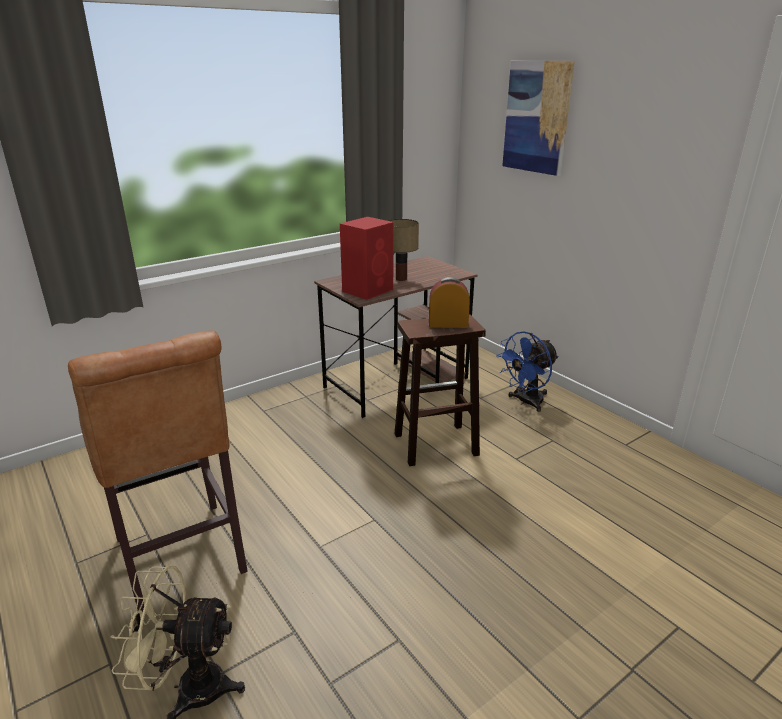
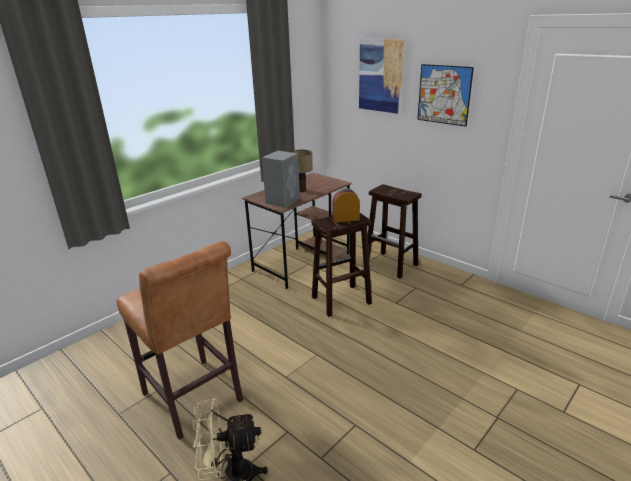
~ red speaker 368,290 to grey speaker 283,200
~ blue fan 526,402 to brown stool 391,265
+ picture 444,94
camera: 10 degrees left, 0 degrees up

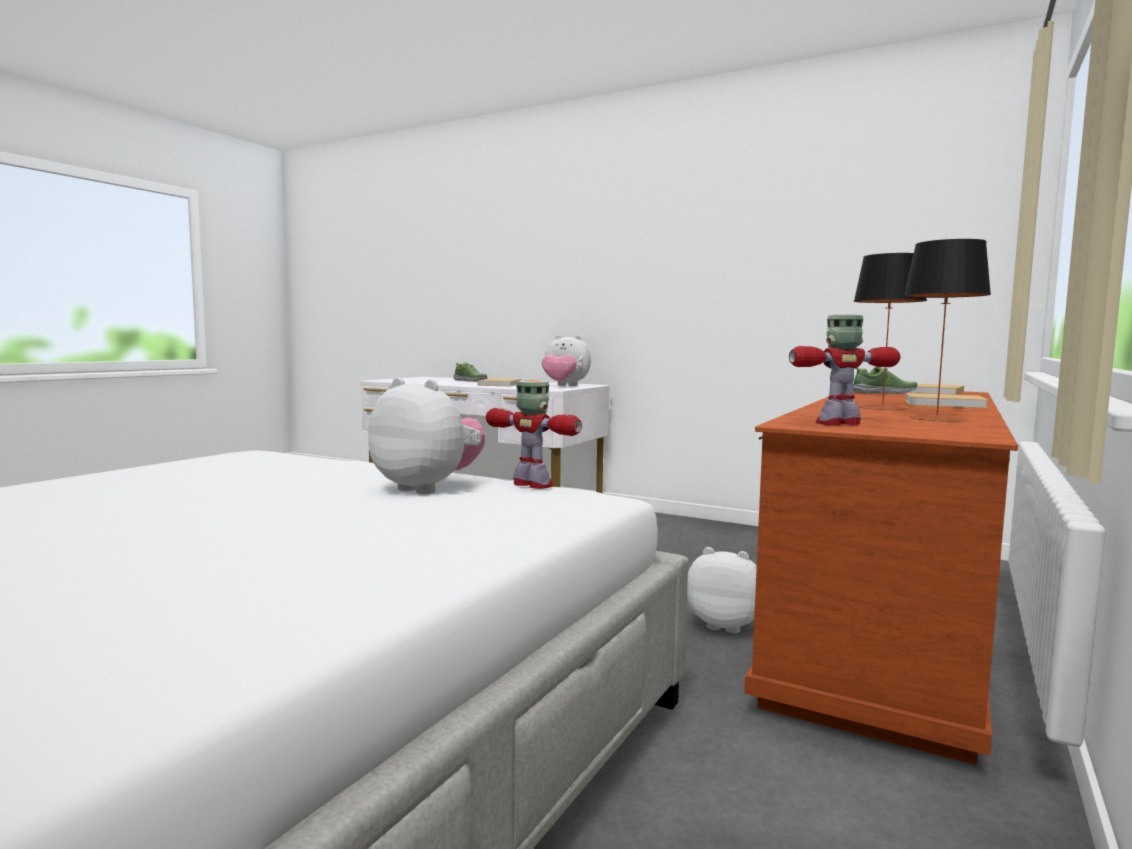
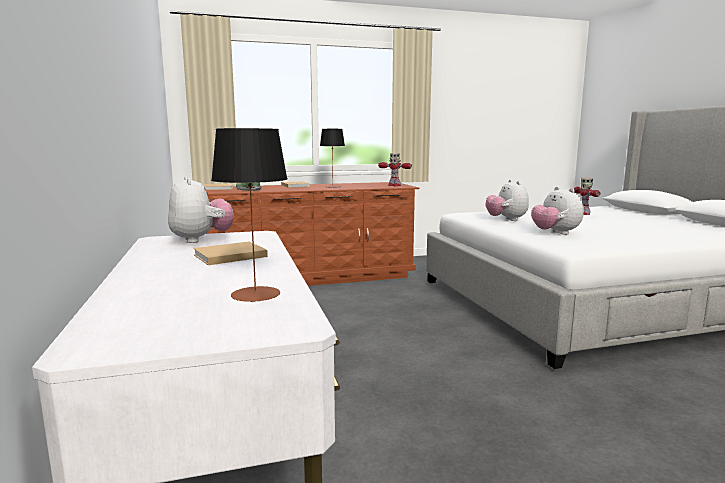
- shoe 470,381
~ toy robot 533,485 to 583,213
~ plush toy 725,625 to 555,233
~ table lamp 936,419 to 255,294
camera: 135 degrees left, 5 degrees up

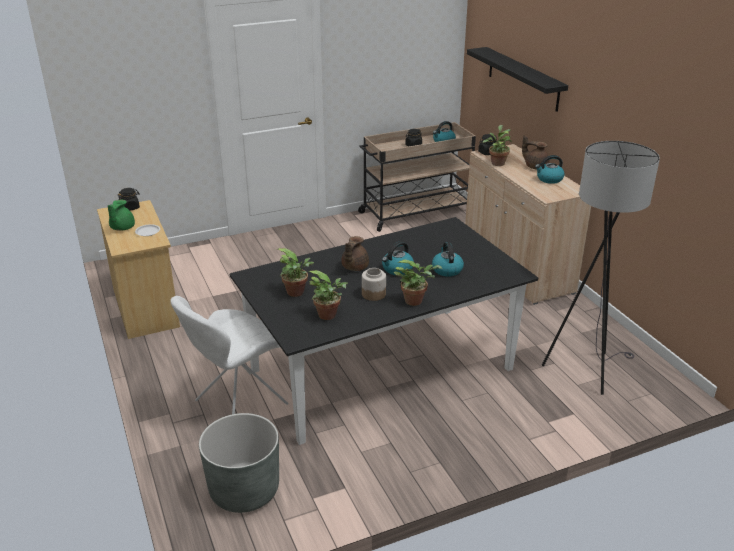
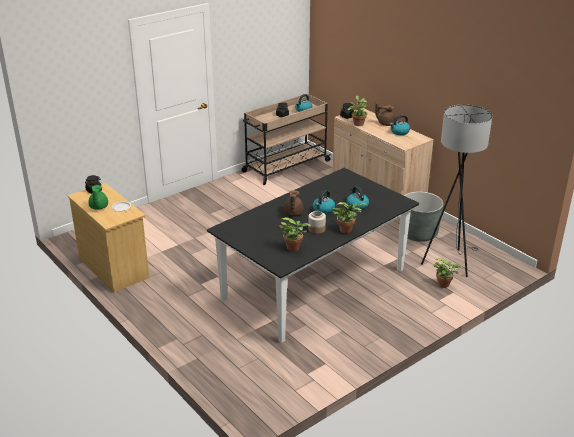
- white chair 238,404
~ grey planter 244,490 to 418,233
~ potted plant 297,293 to 445,285
- black shelf 523,78
camera: 15 degrees left, 0 degrees up

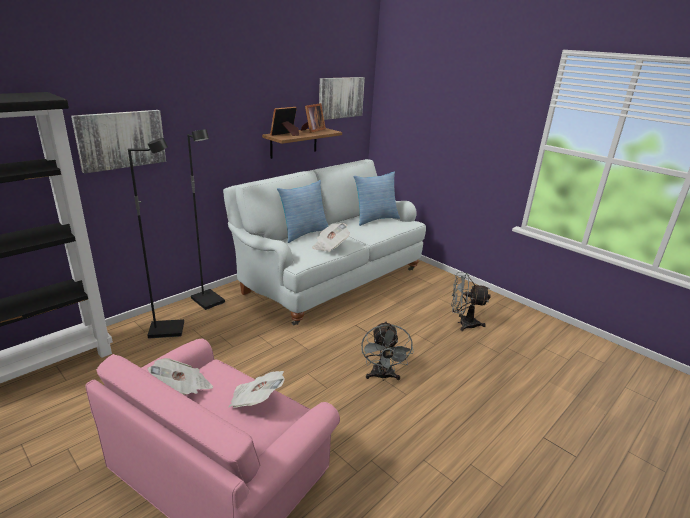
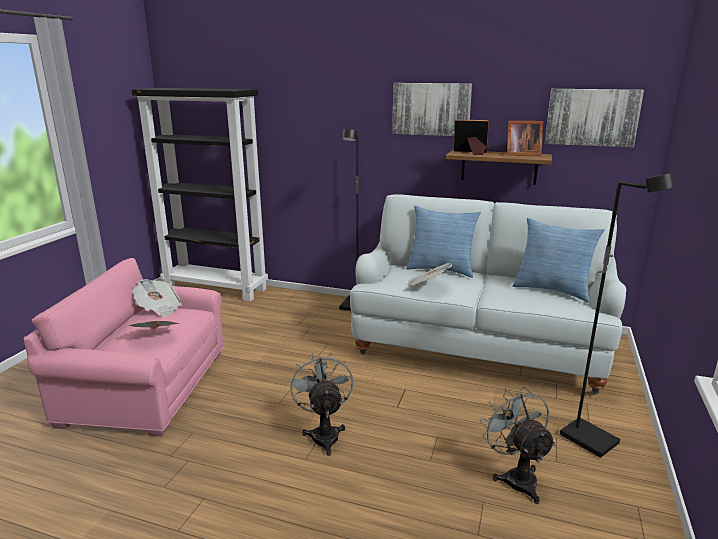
~ picture 121,140 to 431,109
~ black floor lamp 167,330 to 590,439
~ grey fan 382,376 = 324,433 105 degrees clockwise
camera: 65 degrees right, 5 degrees down

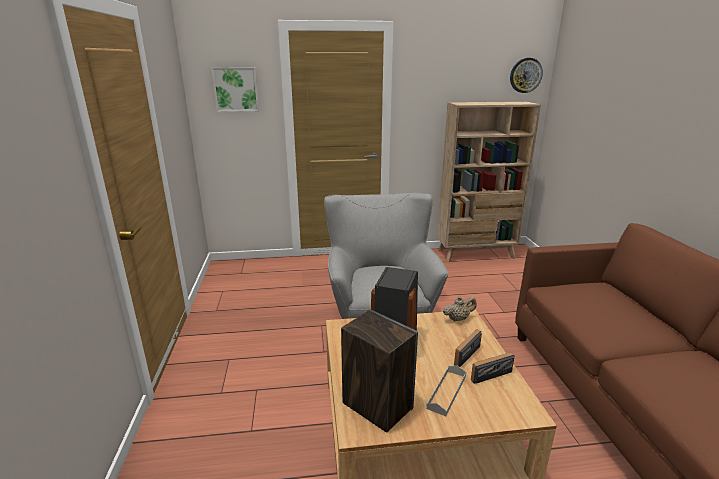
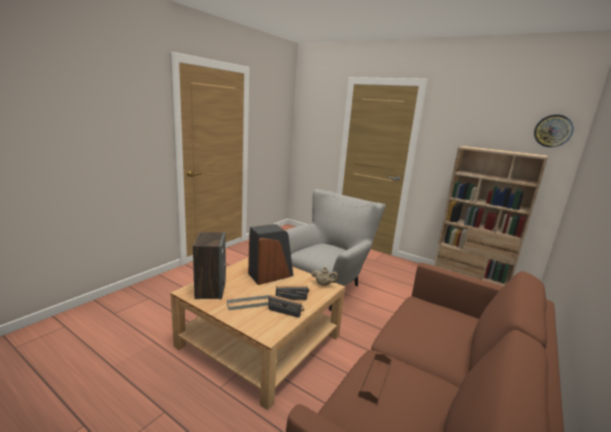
- picture 236,89
+ brown tray 375,379
camera: 40 degrees right, 5 degrees down

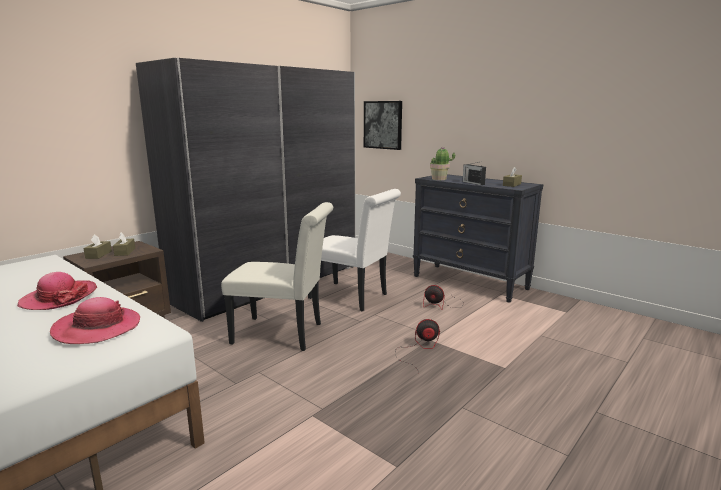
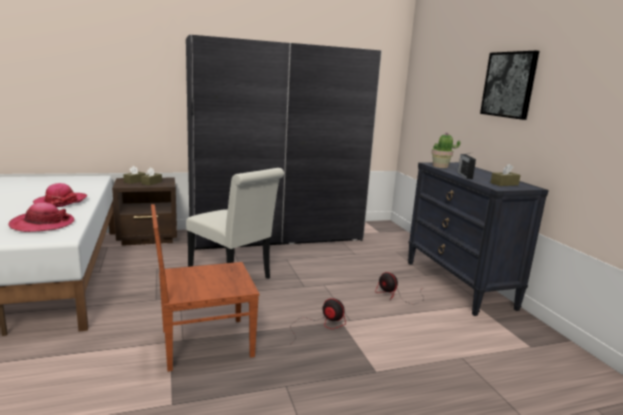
- white chair 353,297
~ picture 383,125 to 509,84
+ brown chair 204,343
camera: 30 degrees right, 0 degrees up

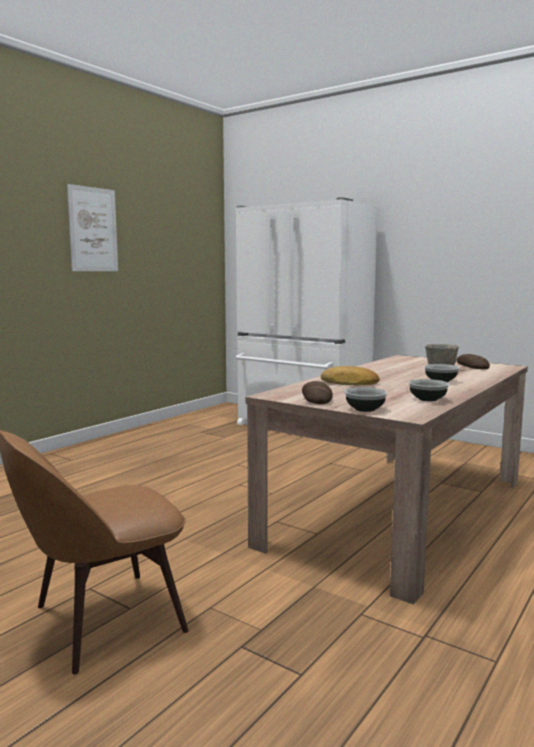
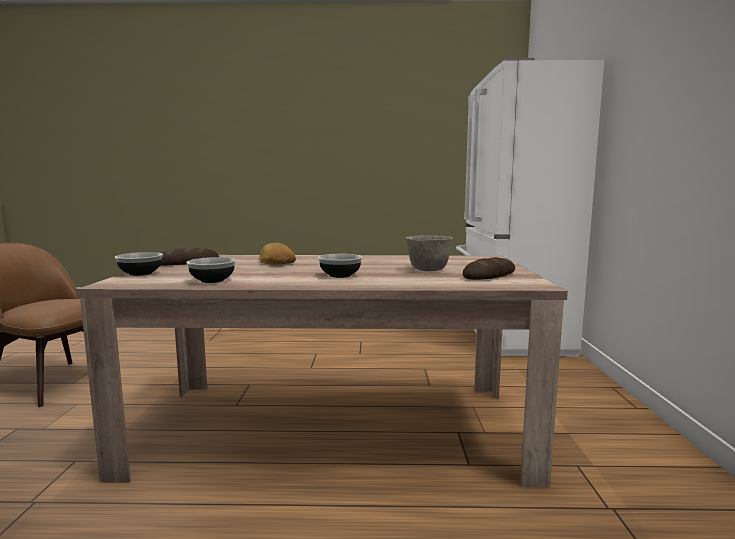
- picture 93,229
camera: 55 degrees right, 0 degrees up

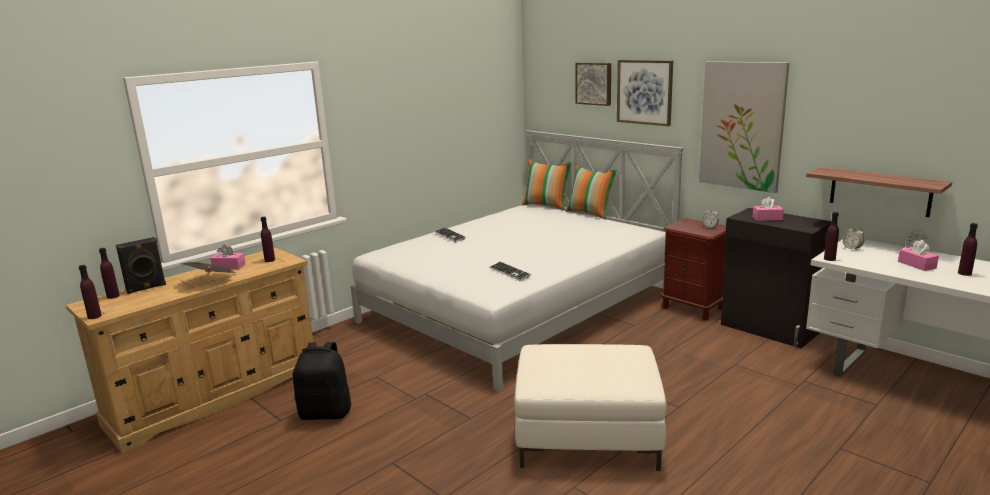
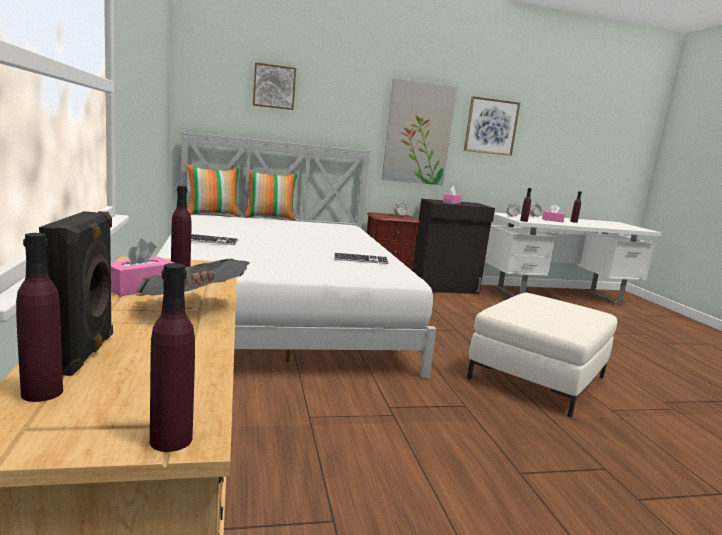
- black backpack 326,413
~ picture 644,92 to 491,126
- shelf 880,191
camera: 60 degrees left, 5 degrees down

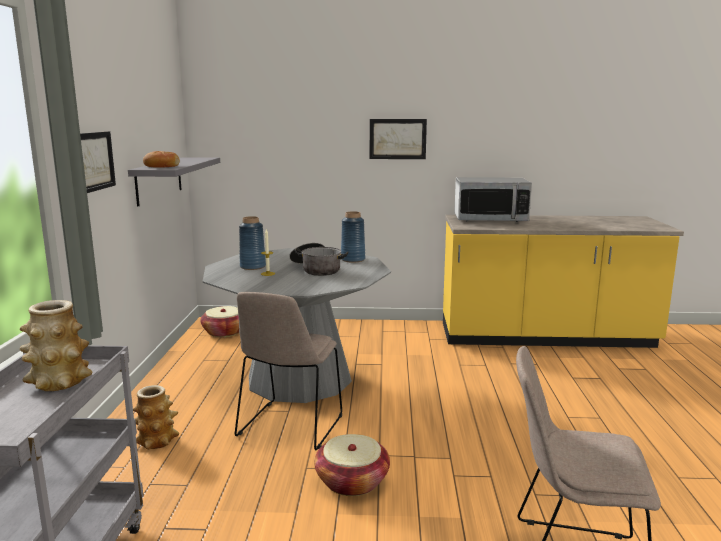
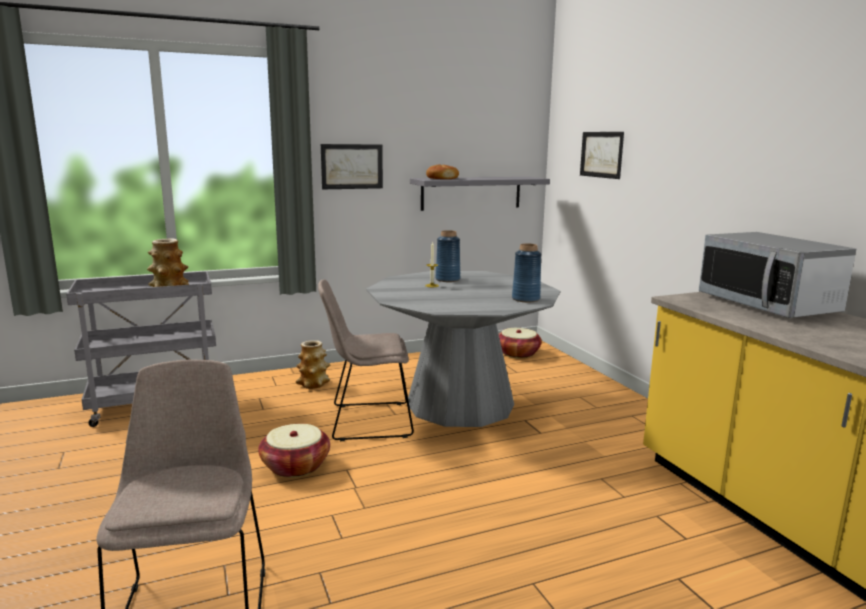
- cooking pot 317,269
~ picture 397,139 to 601,154
camera: 65 degrees right, 0 degrees up

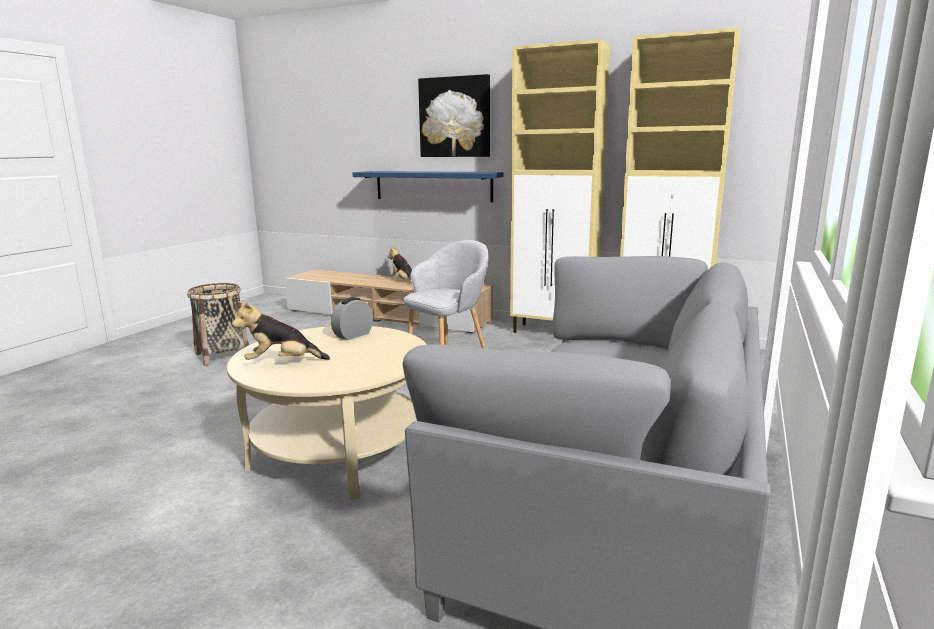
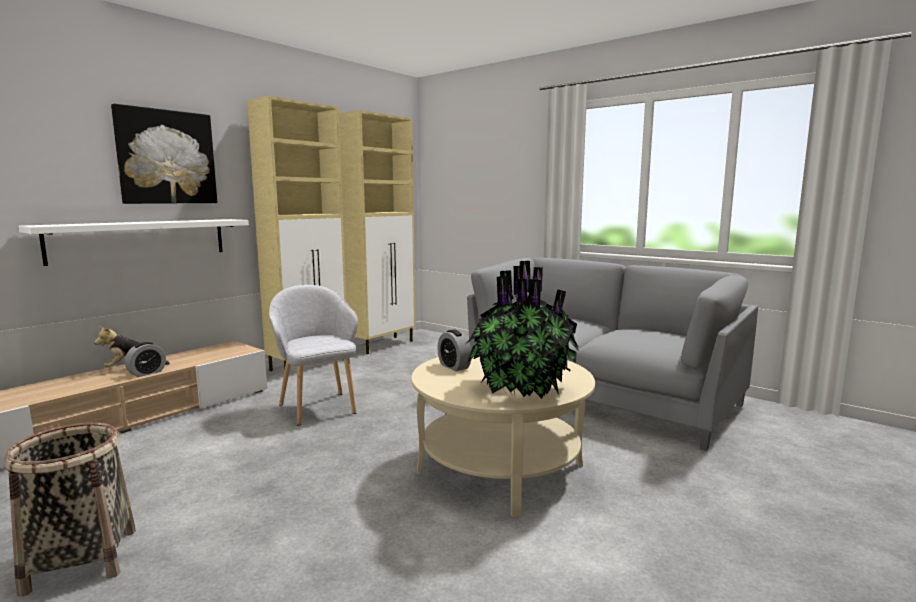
~ plush toy 282,362 to potted plant 520,389
~ blue shelf 433,186 to white shelf 141,240
+ alarm clock 147,373
camera: 75 degrees left, 5 degrees down

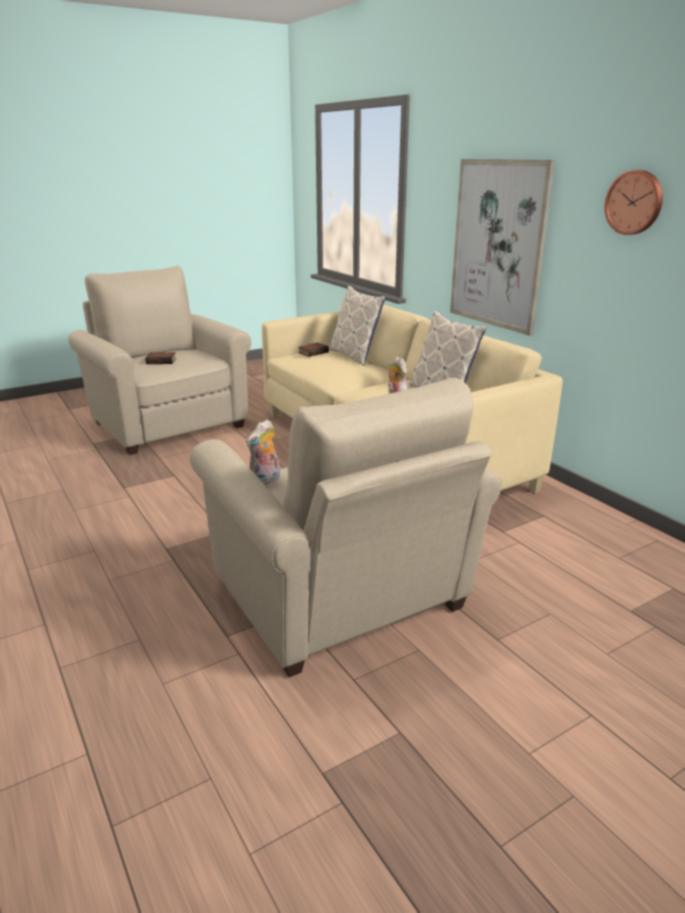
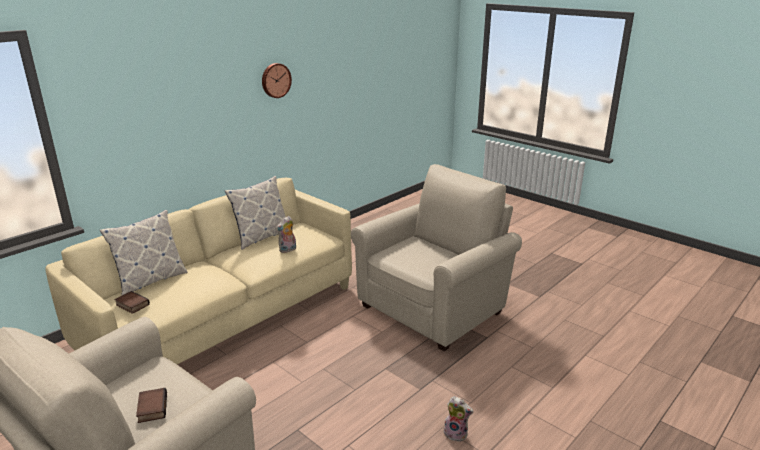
~ plush toy 266,481 to 456,433
- picture 498,245
camera: 105 degrees left, 0 degrees up

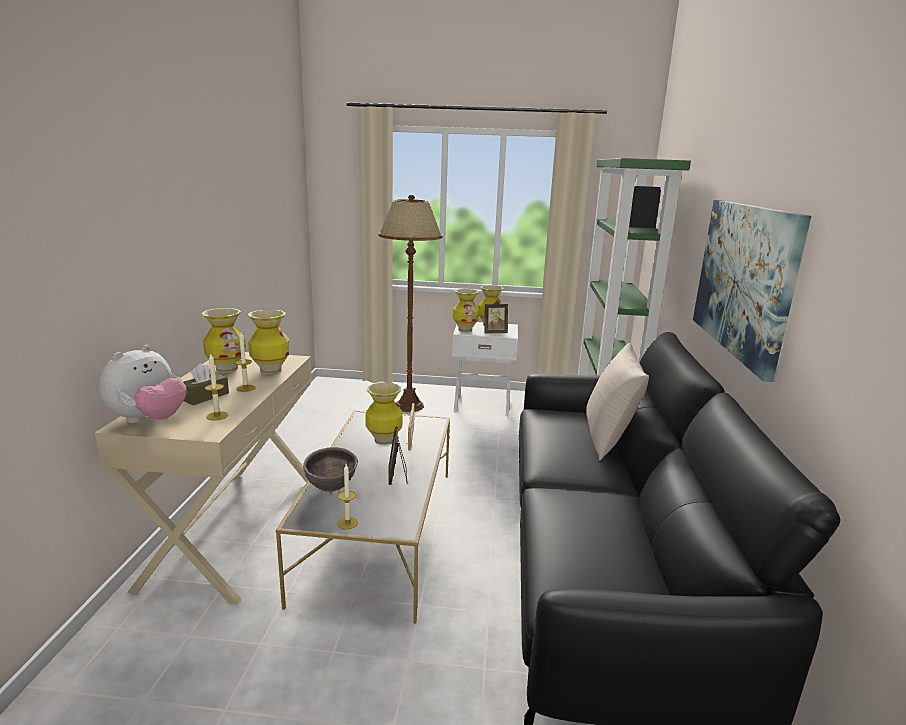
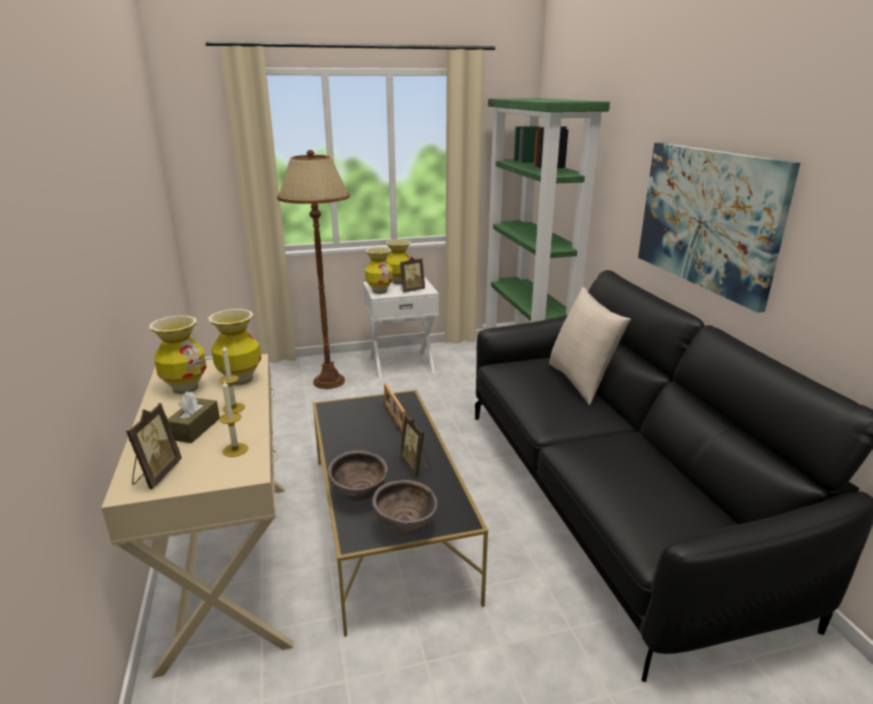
~ plush toy 148,420 to picture frame 156,474
~ candle 347,523 to brown bowl 405,529
- vase 384,440
camera: 20 degrees left, 5 degrees up

